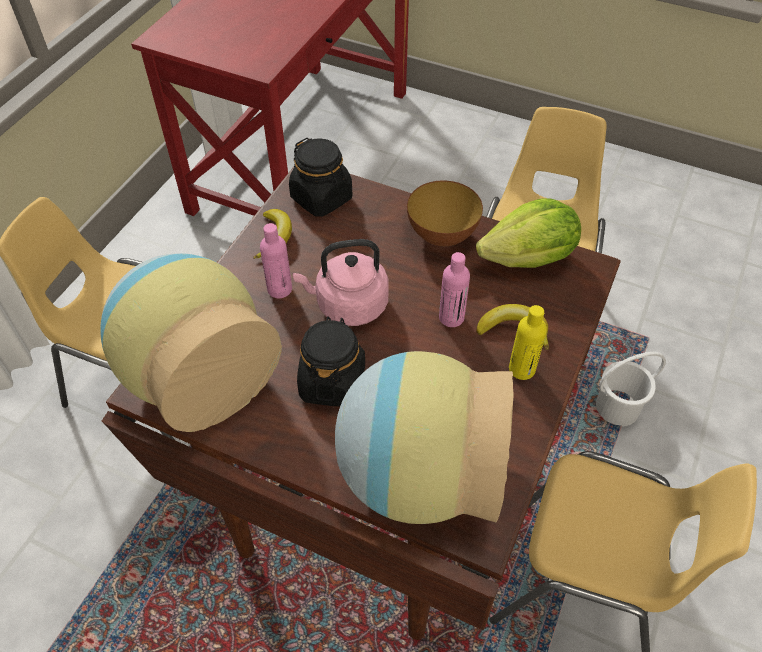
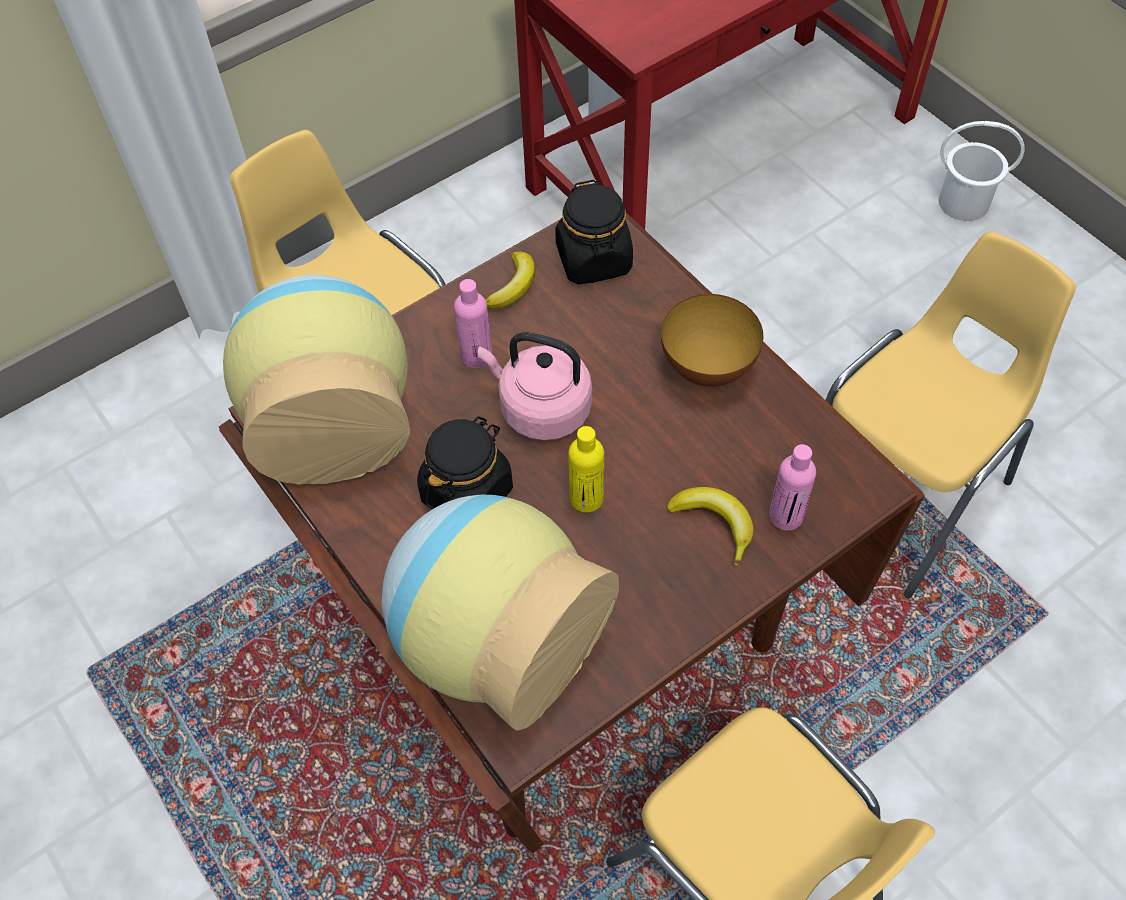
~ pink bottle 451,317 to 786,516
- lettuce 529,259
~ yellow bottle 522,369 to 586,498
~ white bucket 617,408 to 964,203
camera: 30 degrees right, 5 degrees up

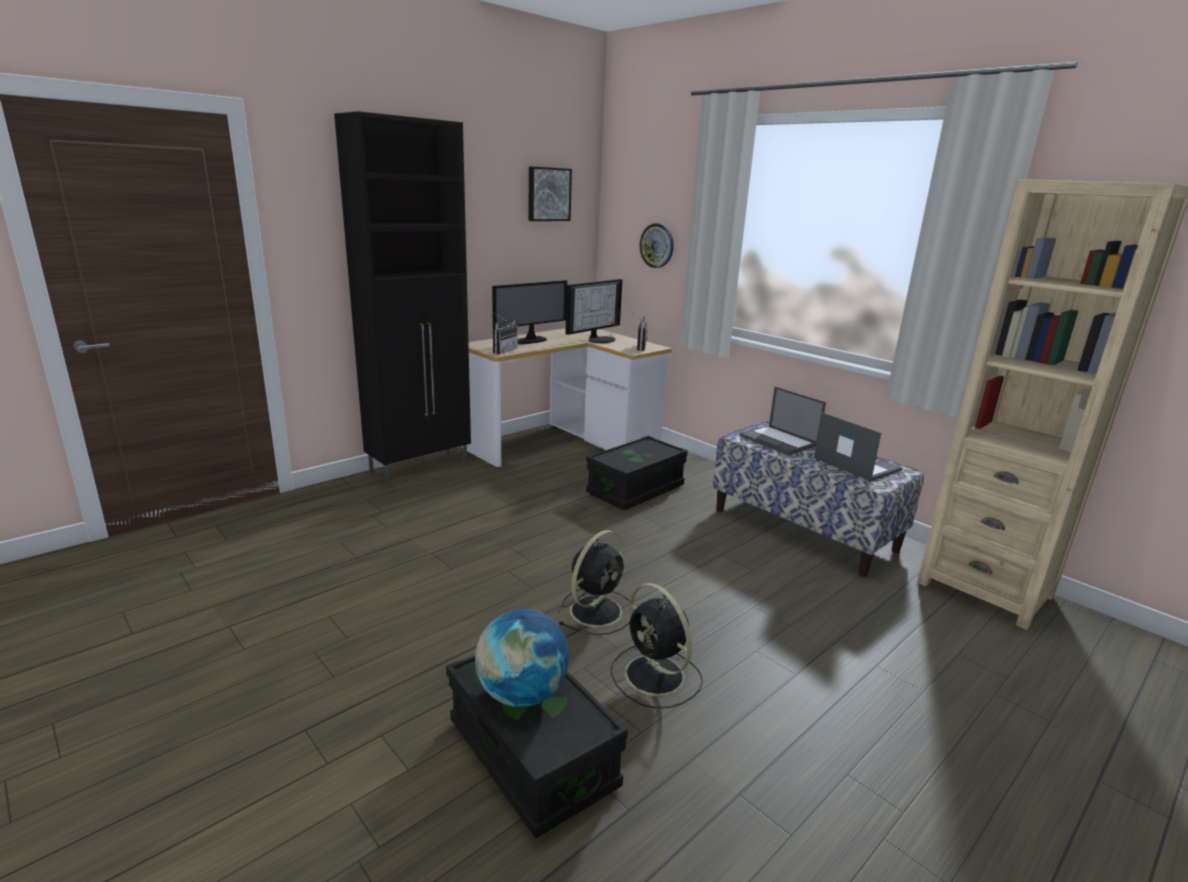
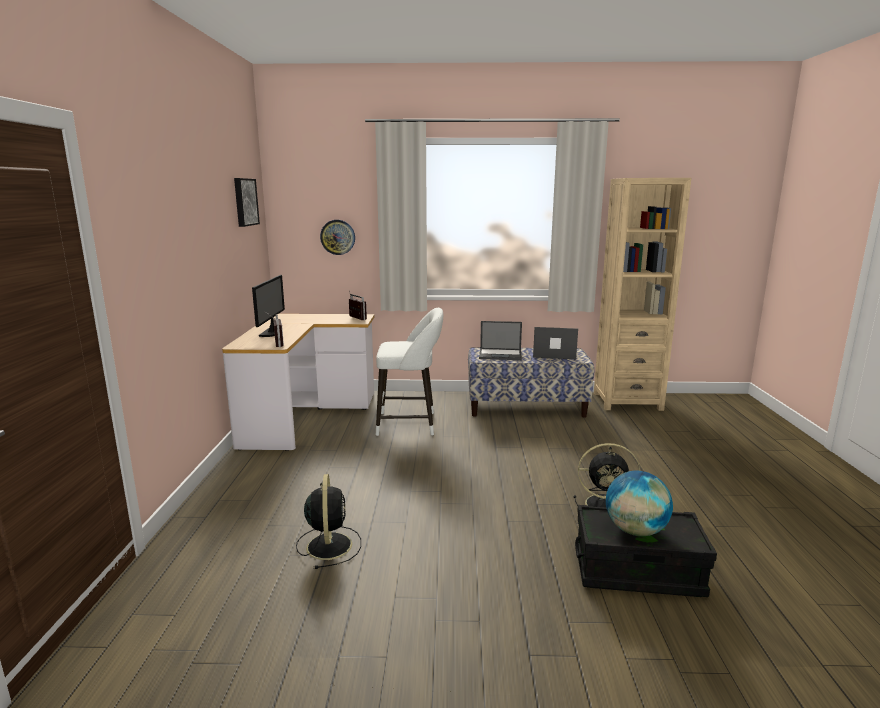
- black cabinet 421,467
~ black fan 597,610 to 329,545
- monitor 599,339
~ black storage box 635,489 to white stool 410,424
camera: 45 degrees left, 5 degrees down

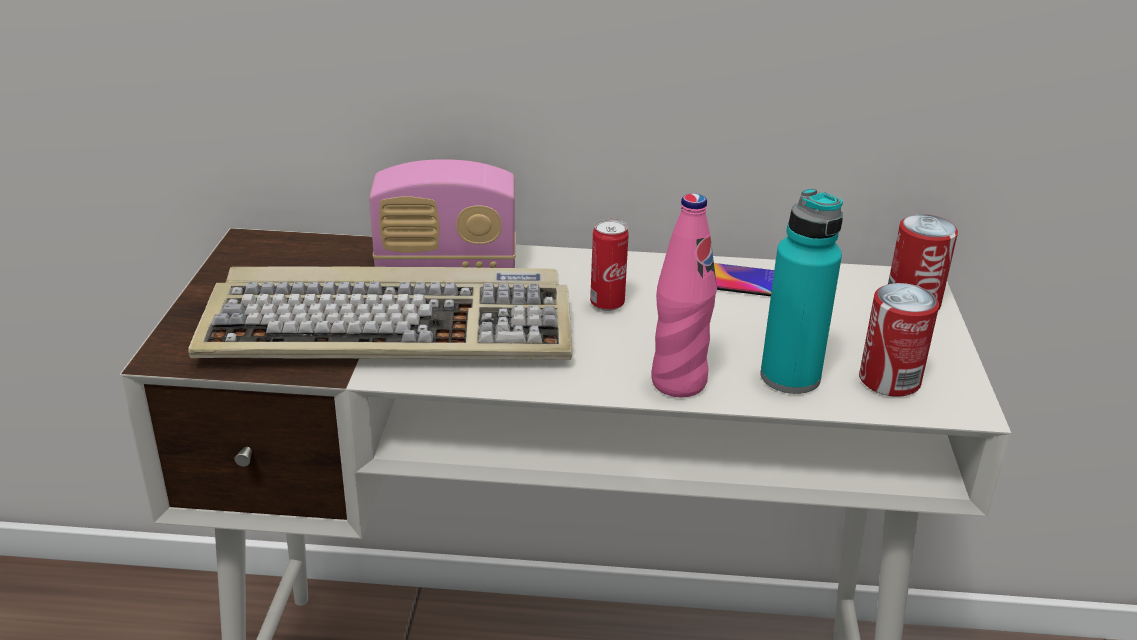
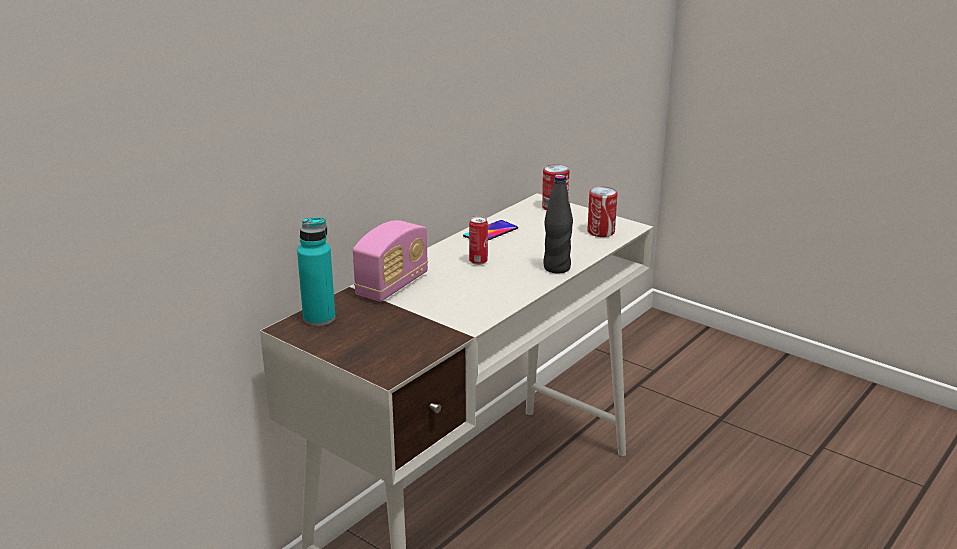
- keyboard 393,327
~ pink bottle 678,382 to black bottle 556,268
~ turquoise bottle 790,377 to 319,318
camera: 55 degrees left, 5 degrees down

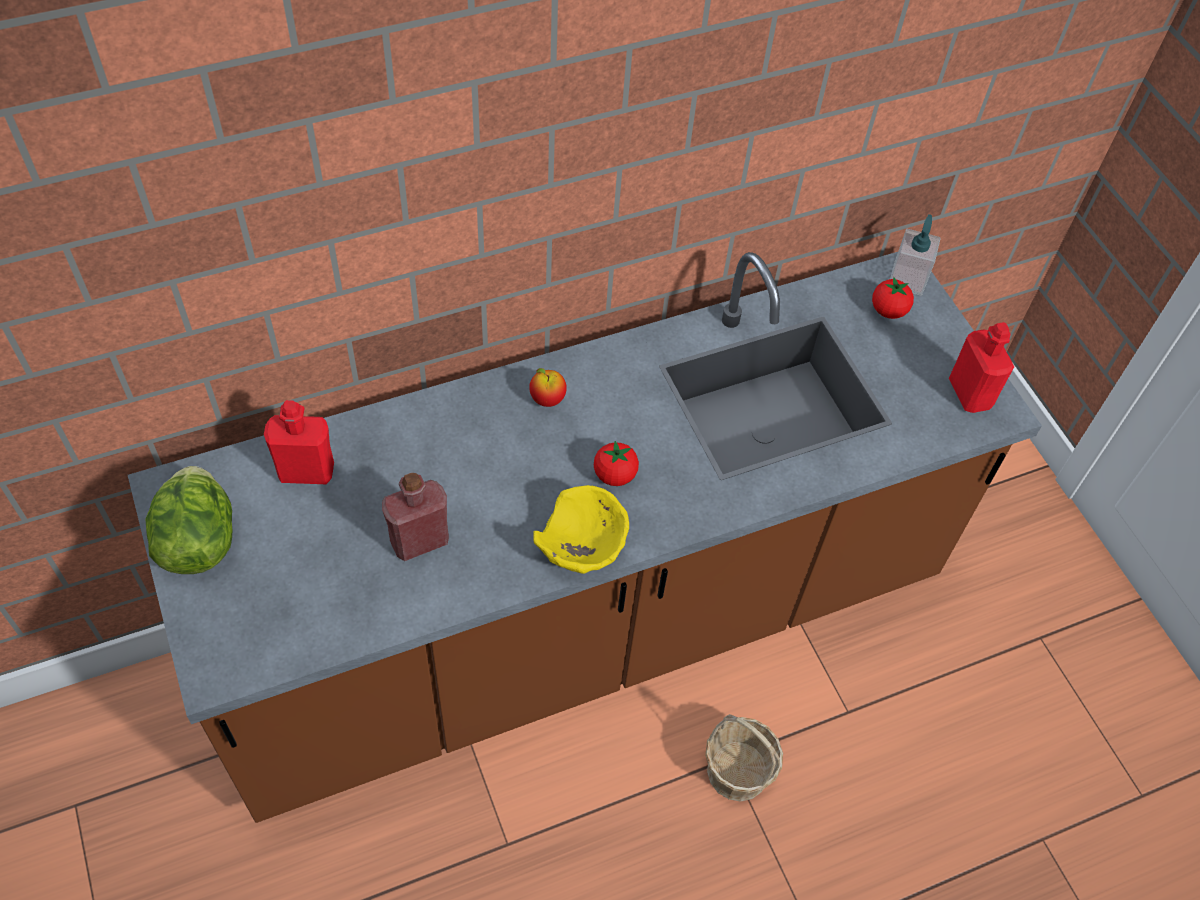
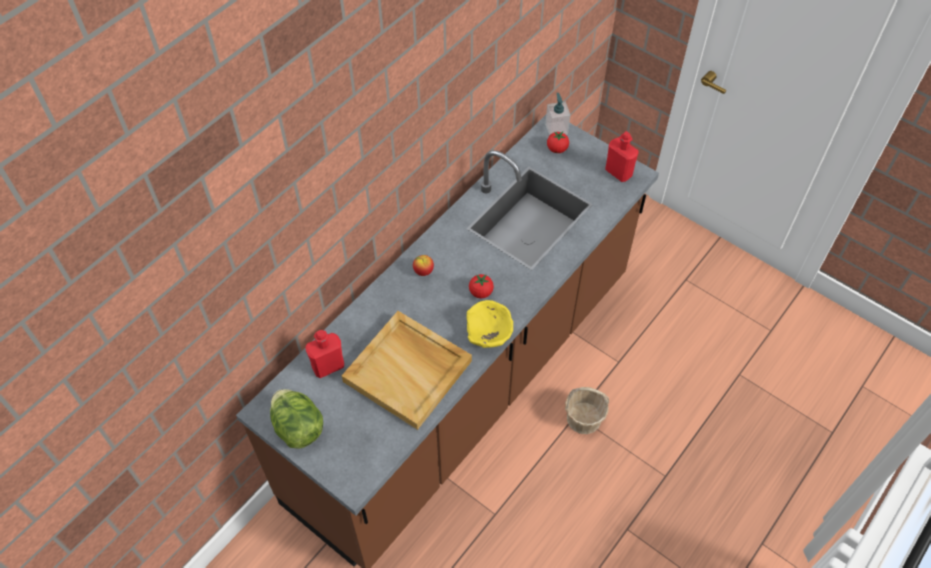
~ red bottle 419,541 to beige tray 409,371
camera: 25 degrees left, 0 degrees up

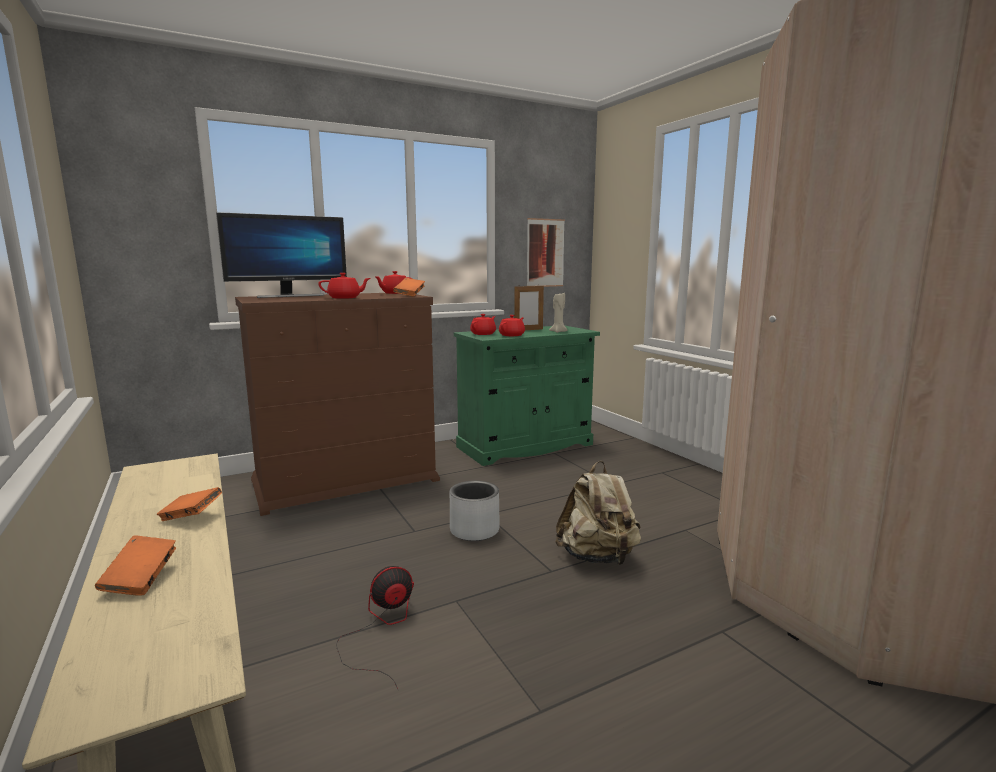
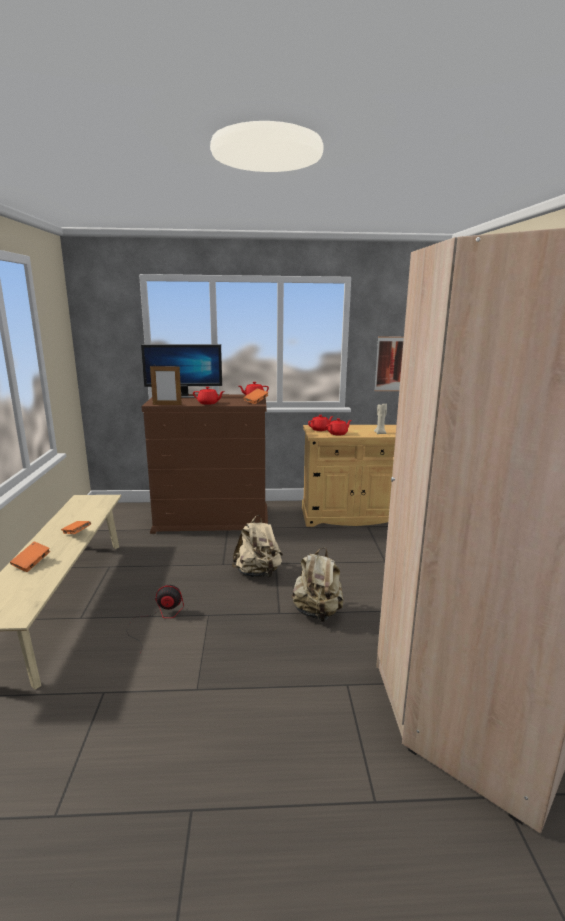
~ grey planter 474,530 to beige backpack 258,573
~ green cabinet 525,446 to beige cabinet 351,516
~ picture frame 528,330 to 167,404
camera: 25 degrees right, 5 degrees up

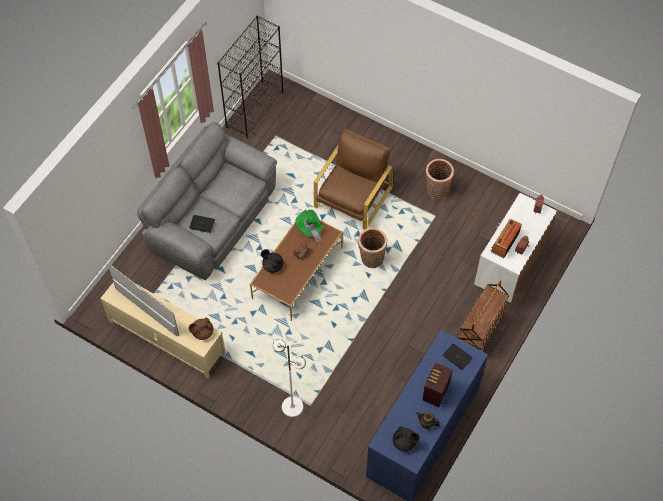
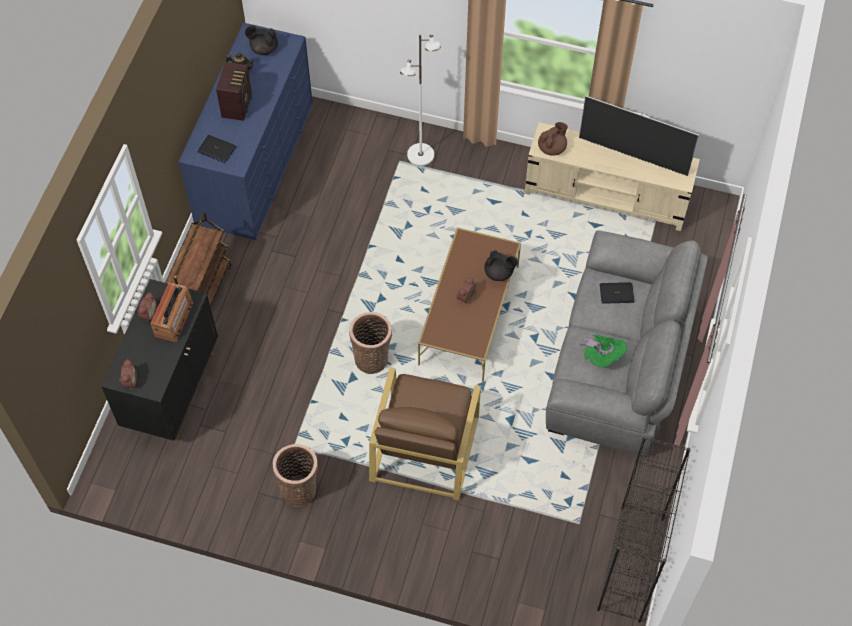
~ green hat 309,229 to 602,357
~ white cabinet 508,270 to black cabinet 172,389
camera: 165 degrees right, 0 degrees up

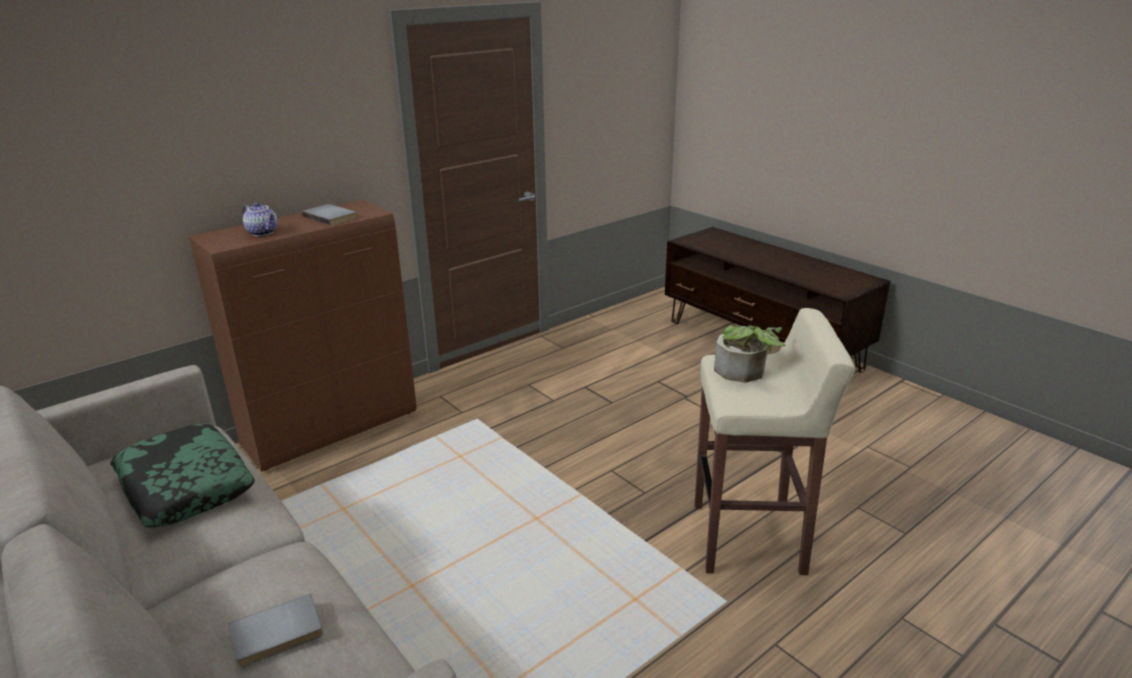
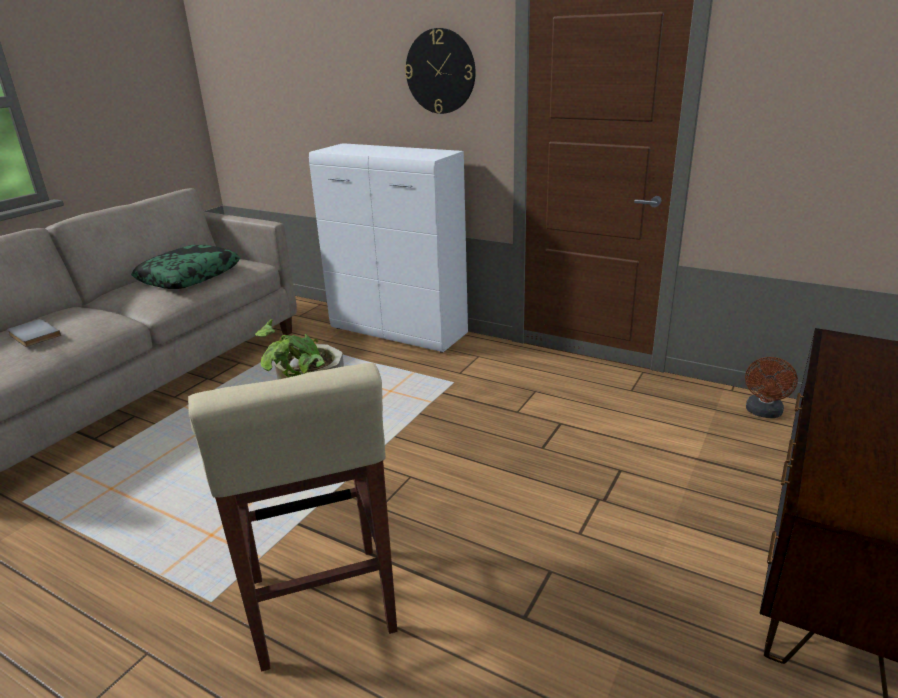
~ brown cabinet 333,429 to white cabinet 399,332
- teapot 263,232
- grey book 331,216
+ wall clock 440,71
+ brown fan 763,413
camera: 70 degrees right, 0 degrees up

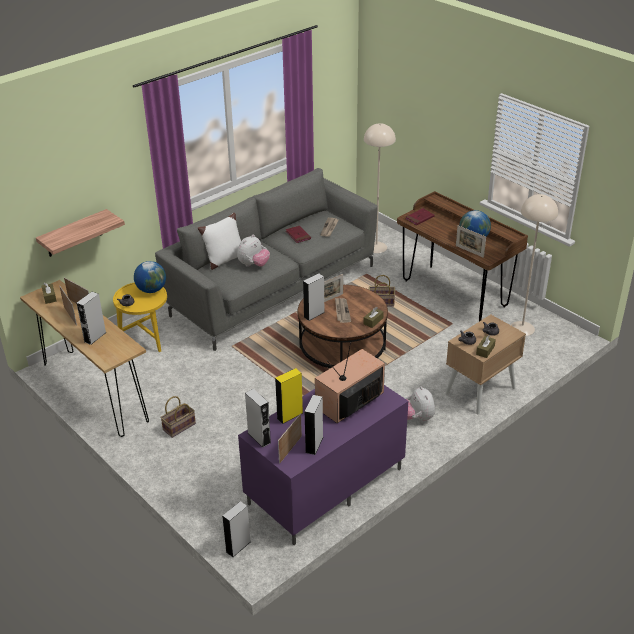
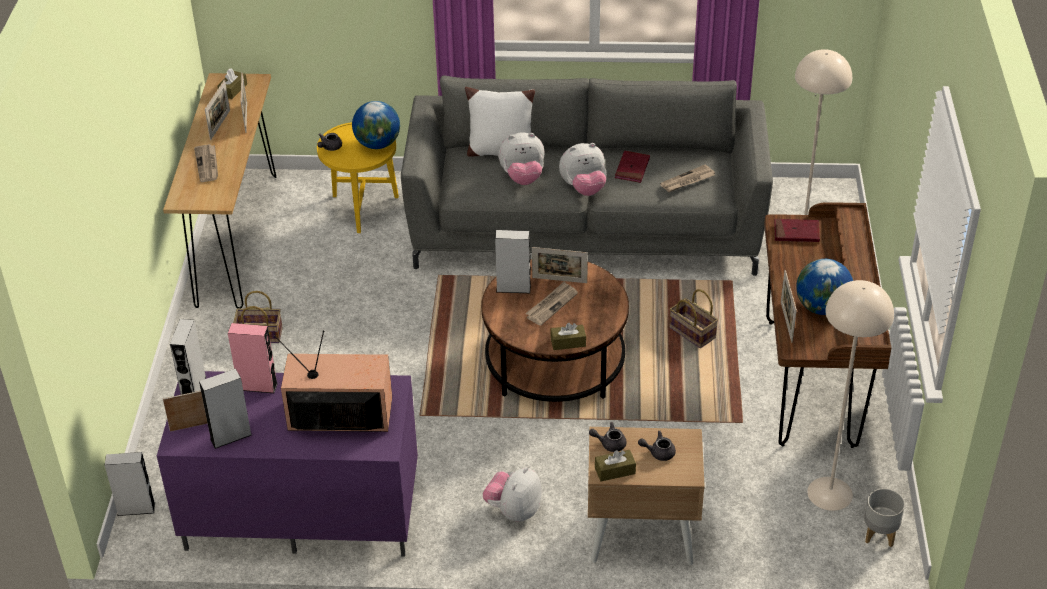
- shelf 74,234
~ grey speaker 95,337 to newspaper 207,164
~ yellow speaker 290,415 to pink speaker 257,386
+ plush toy 583,189
+ grey planter 879,535
camera: 45 degrees right, 5 degrees up

